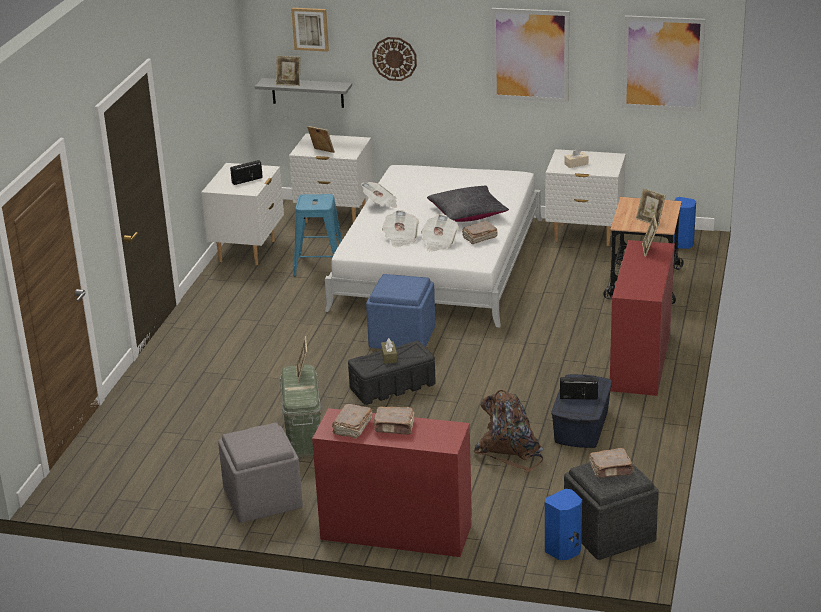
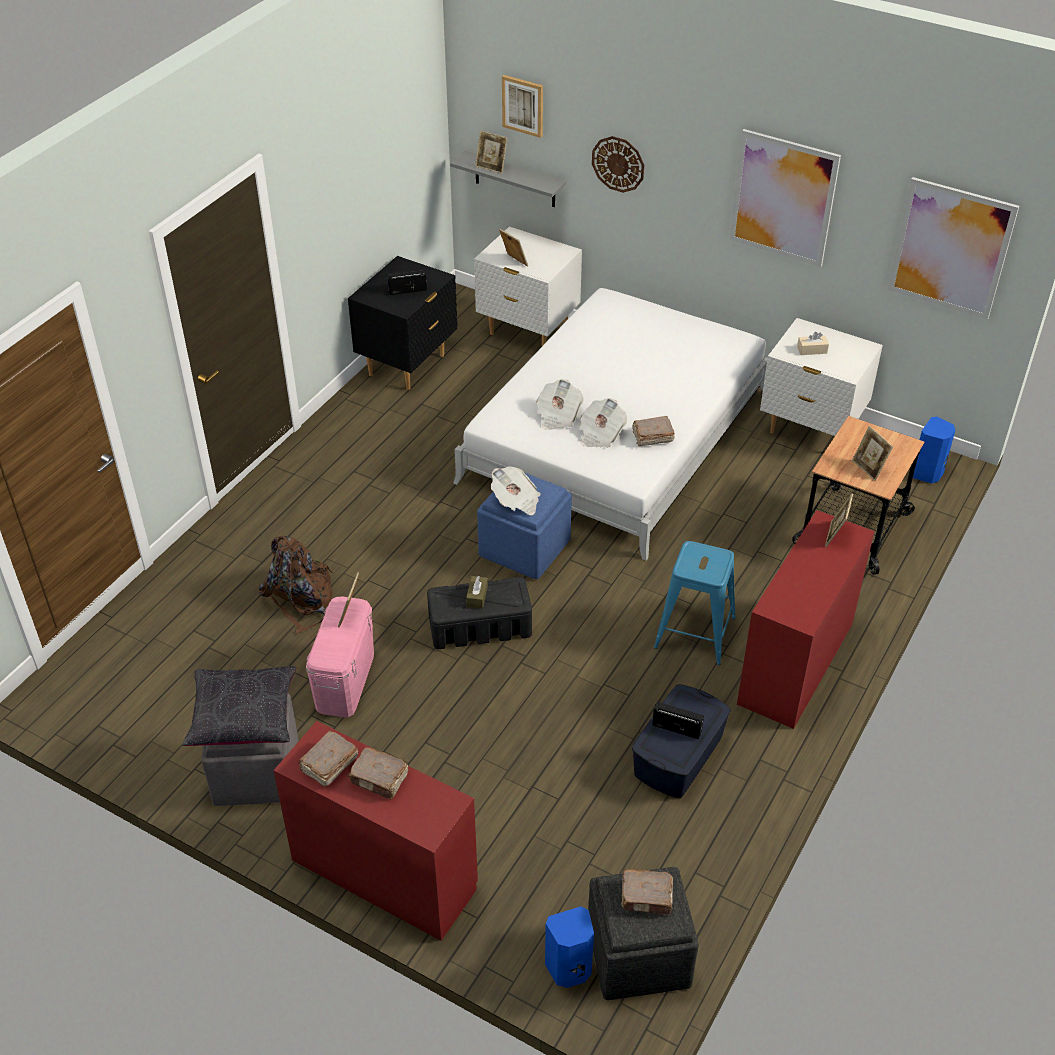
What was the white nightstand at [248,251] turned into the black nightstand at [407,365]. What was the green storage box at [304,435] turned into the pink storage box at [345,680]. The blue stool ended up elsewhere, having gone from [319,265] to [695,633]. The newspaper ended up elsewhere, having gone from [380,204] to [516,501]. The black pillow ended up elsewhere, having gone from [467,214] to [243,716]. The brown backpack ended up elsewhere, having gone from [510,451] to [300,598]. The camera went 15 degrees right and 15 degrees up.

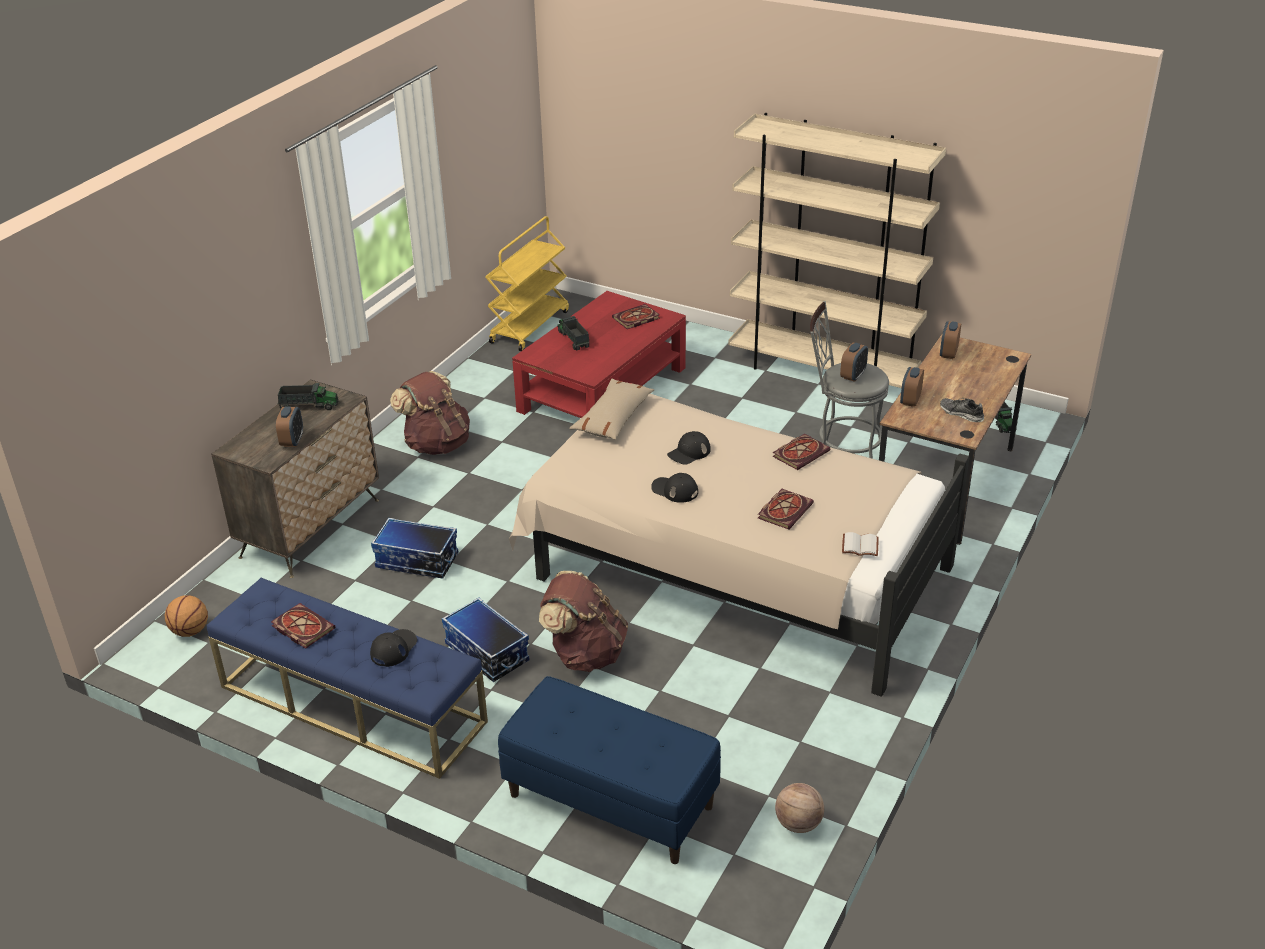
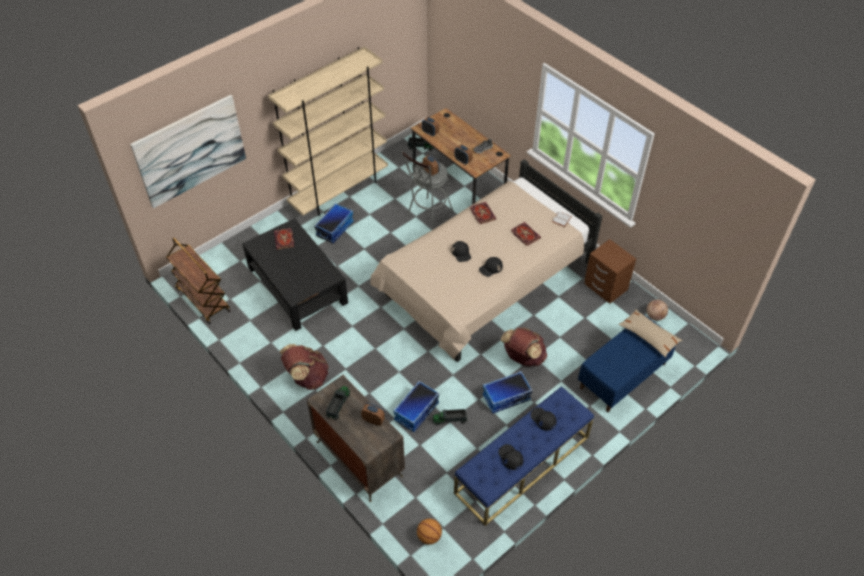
Where the book stood at [301,627], the black cap came to stand at [510,457]. What was the yellow cart at [529,326] turned into the brown cart at [202,300]. What was the red coffee table at [602,389] turned into the black coffee table at [297,285]. The toy truck ended up elsewhere, having gone from [573,339] to [450,420]. The beige pillow ended up elsewhere, having gone from [613,418] to [649,336]. The second view gained the picture at [190,151]. The second view gained the storage box at [334,228]. The second view gained the brown nightstand at [605,287]. The camera went 70 degrees left and 15 degrees up.

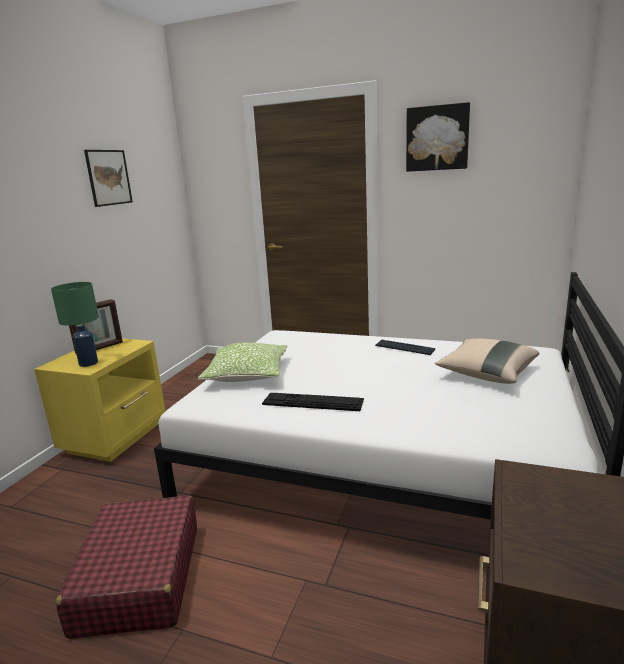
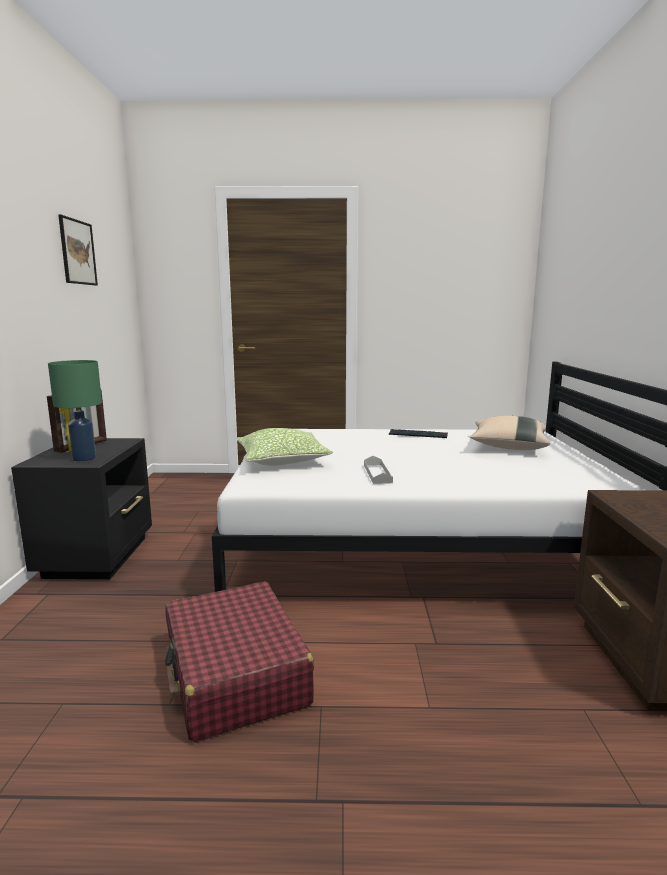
What was the yellow nightstand at [117,437] turned into the black nightstand at [99,556]. Where the keyboard stood at [313,401], the grey tray came to stand at [377,473]. The second view lost the picture at [437,138]. The camera went 20 degrees left and 5 degrees down.

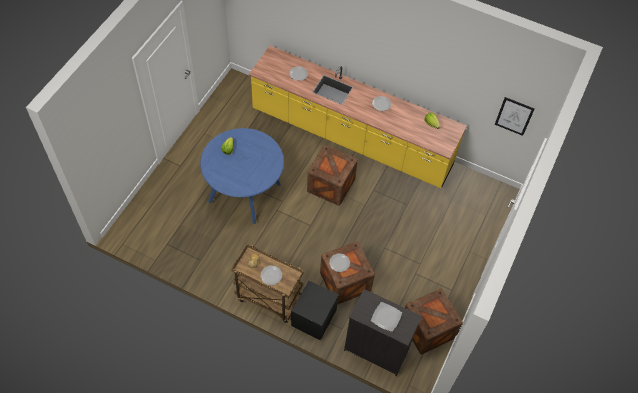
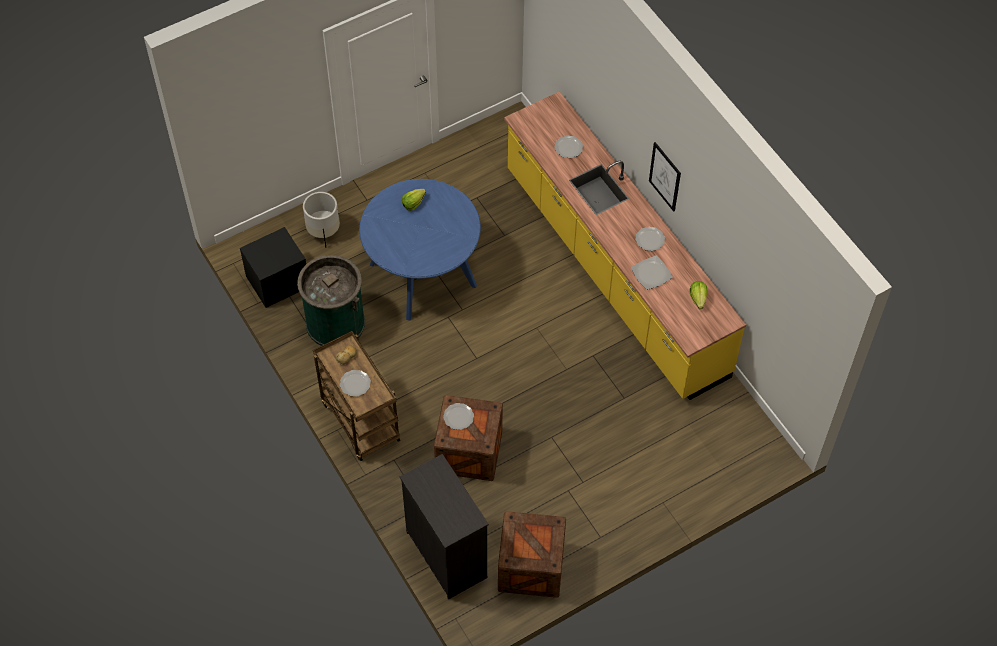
The black nightstand ended up elsewhere, having gone from [313,318] to [277,282]. The second view lost the crate at [331,185]. The plate ended up elsewhere, having gone from [386,317] to [651,274]. The picture ended up elsewhere, having gone from [514,116] to [665,176]. The second view gained the green trash can at [335,323]. The second view gained the white planter at [323,232]. The camera went 35 degrees right and 0 degrees up.

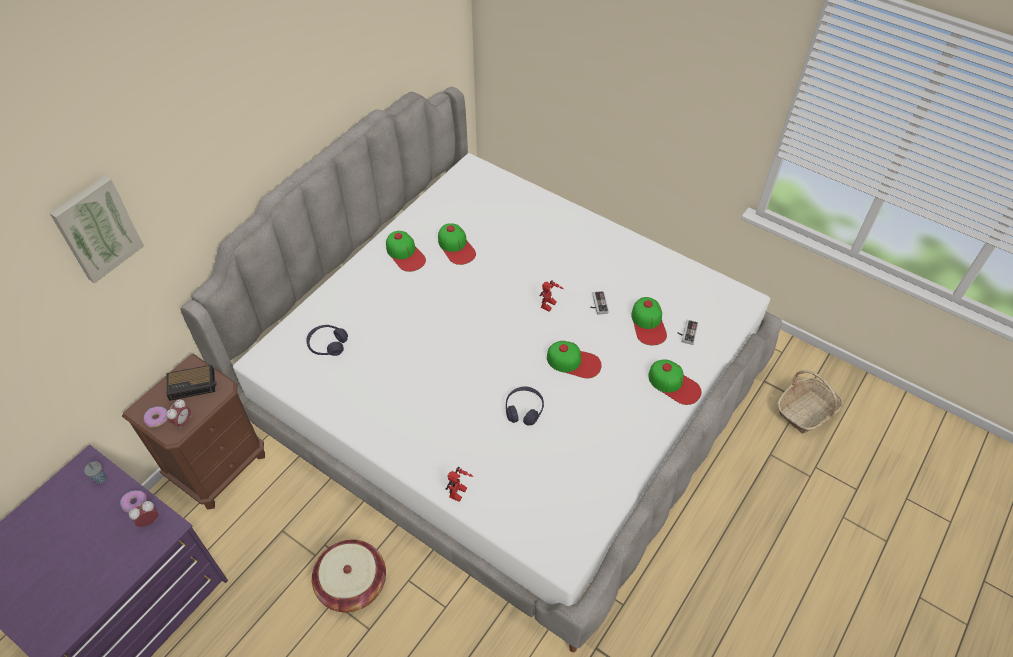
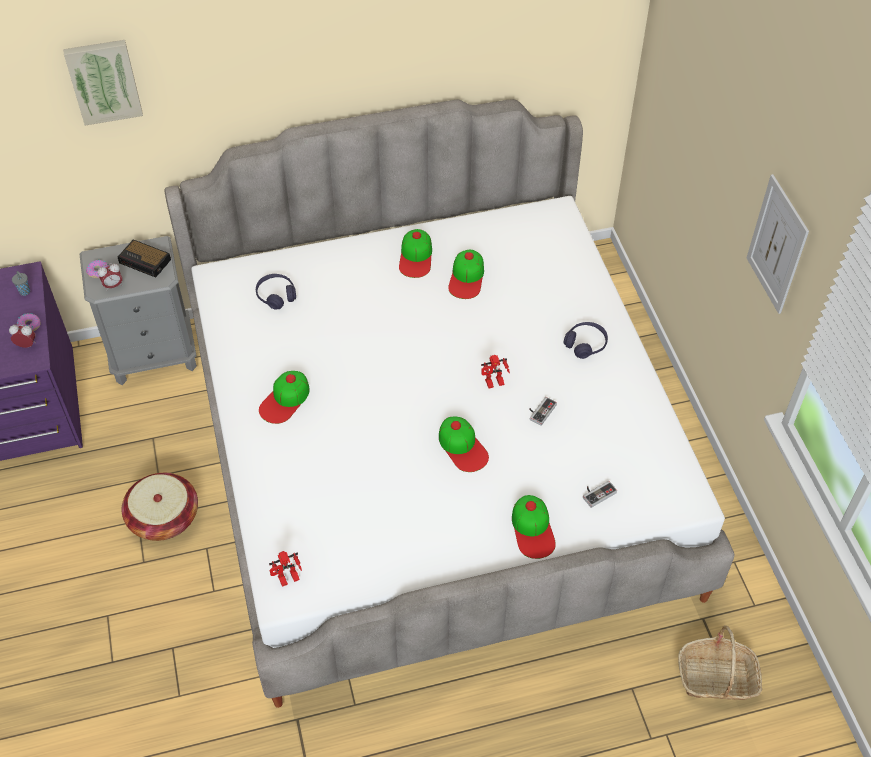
What was the brown nightstand at [220,467] turned into the grey nightstand at [154,355]. The toy robot ended up elsewhere, having gone from [459,494] to [288,580]. The purple headphones ended up elsewhere, having gone from [524,409] to [585,344]. The cap ended up elsewhere, having gone from [648,324] to [285,400]. The second view gained the picture at [777,245]. The camera went 40 degrees right and 0 degrees up.

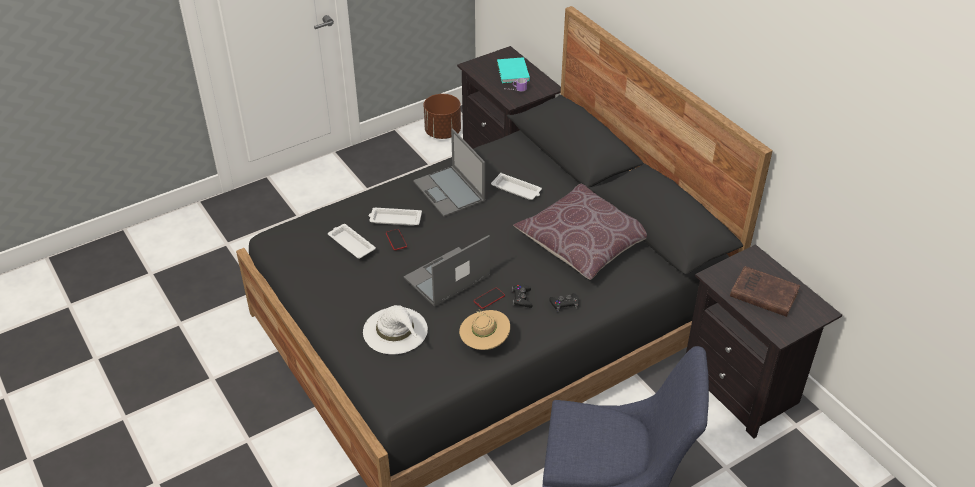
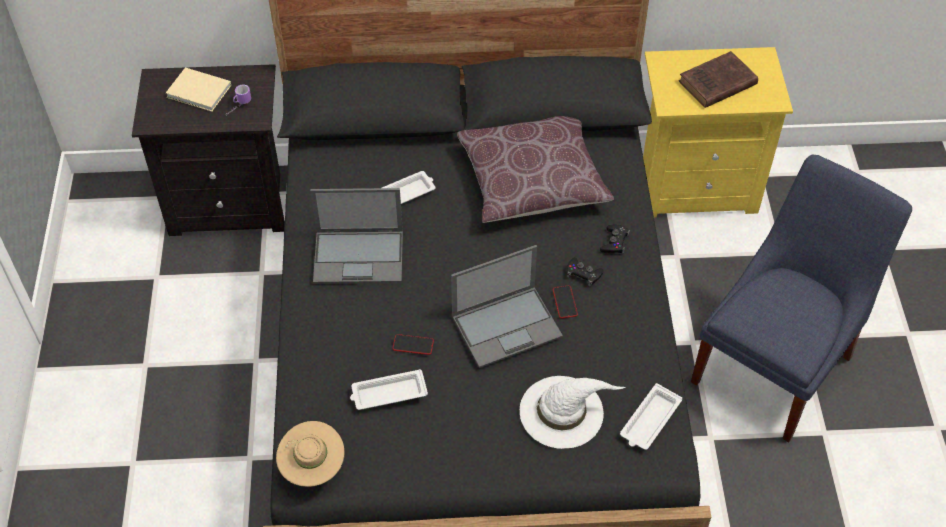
The white tray ended up elsewhere, having gone from [394,219] to [649,421]. The laptop at [446,277] ended up facing another way, 105 degrees counterclockwise from before. The second view lost the brown planter at [442,132]. The beige hat ended up elsewhere, having gone from [484,342] to [312,467]. What was the turquoise book at [512,72] turned into the beige book at [200,92]. What was the black nightstand at [744,388] turned into the yellow nightstand at [695,185]. The camera went 60 degrees left and 10 degrees up.

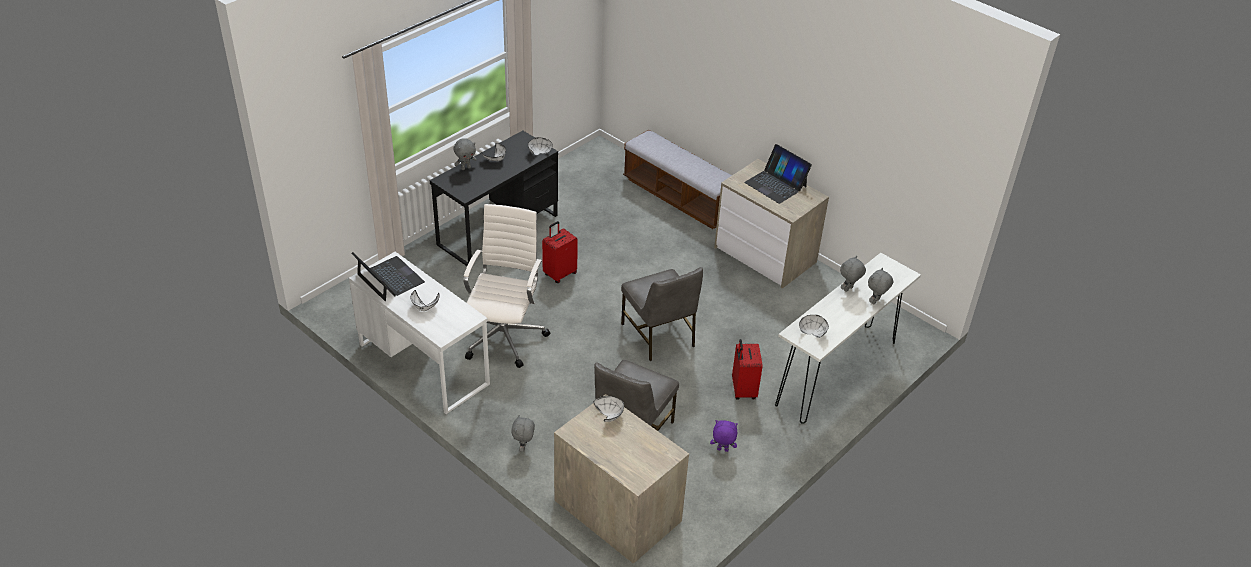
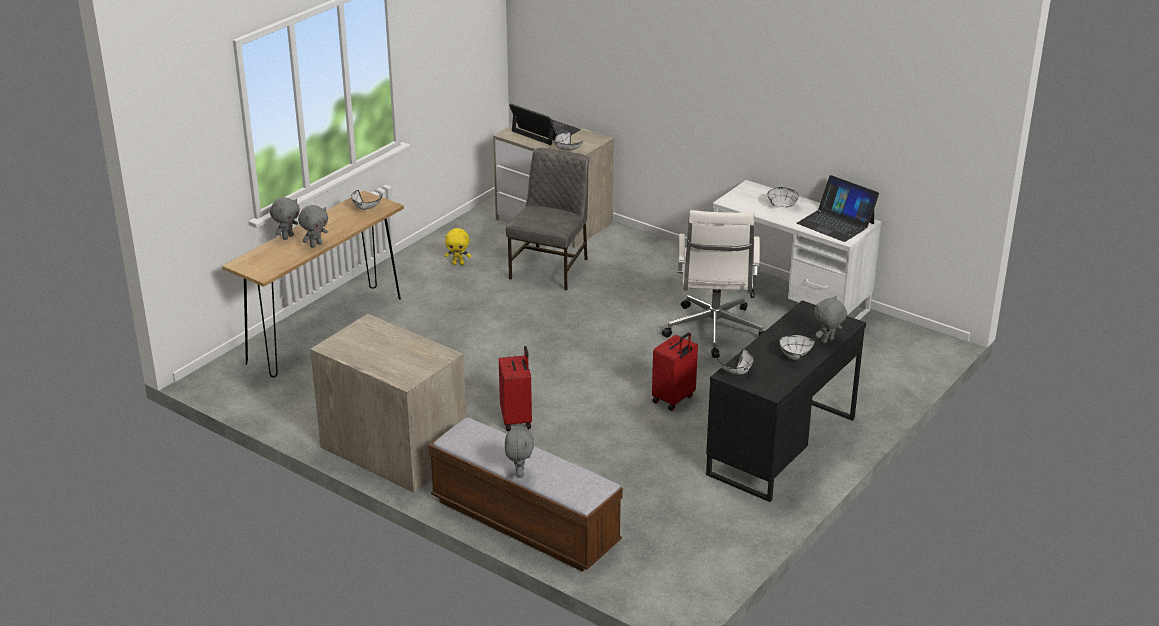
The grey plush toy ended up elsewhere, having gone from [524,447] to [519,473]. The second view lost the grey chair at [659,335]. What was the purple plush toy at [722,450] turned into the yellow plush toy at [458,263]. The red suitcase ended up elsewhere, having gone from [742,390] to [517,419]. The laptop ended up elsewhere, having gone from [776,184] to [545,131]. What was the white console table at [836,373] turned into the brown console table at [325,330]. The camera went 175 degrees right and 10 degrees down.

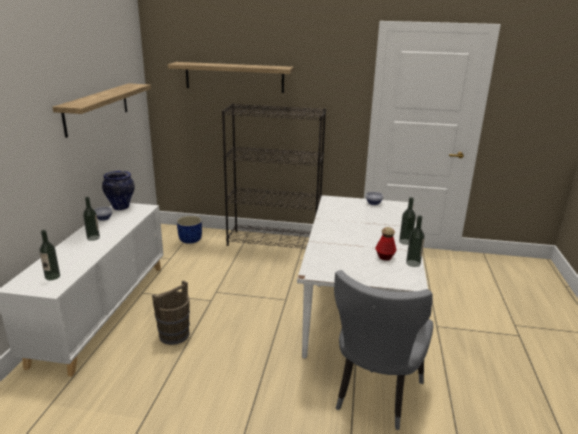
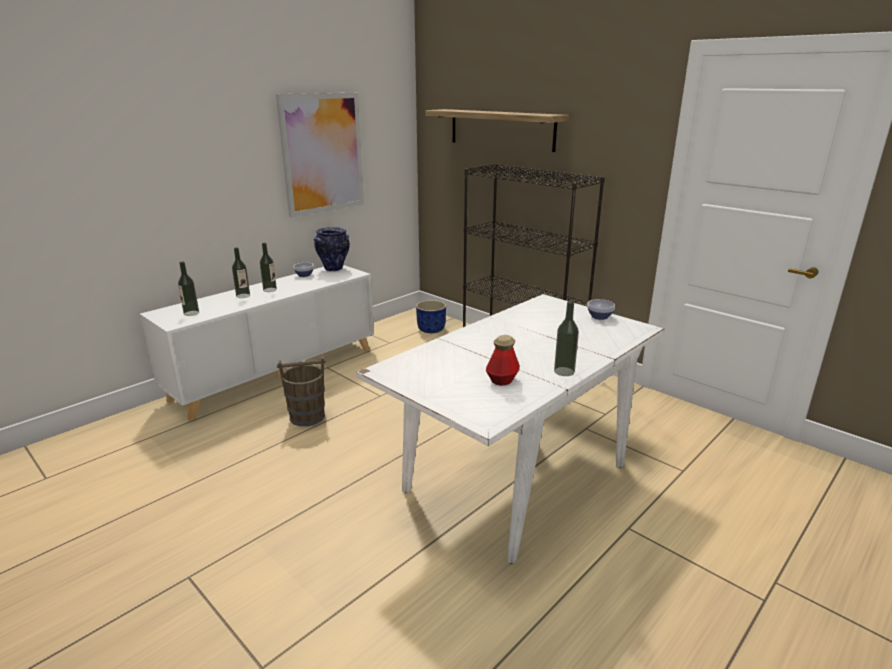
Where the shelf hung at [97,108], the picture came to hang at [322,153]. The second view lost the grey chair at [374,395]. The bottle ended up elsewhere, having gone from [413,263] to [243,296]. The camera went 35 degrees right and 0 degrees up.

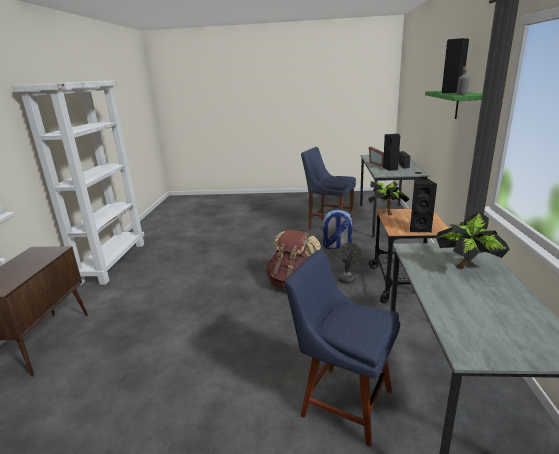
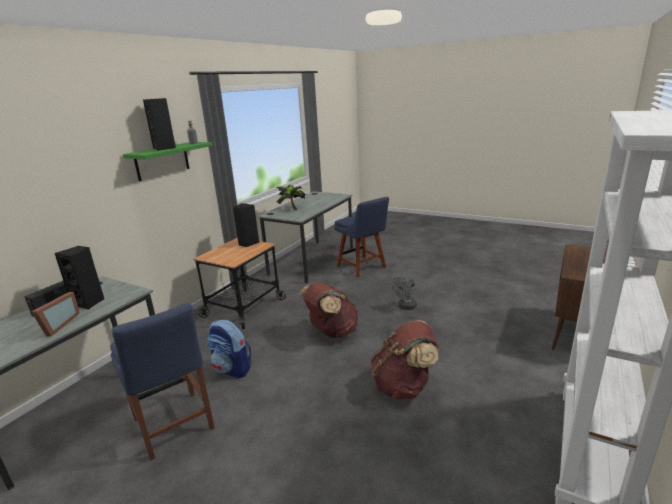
The grey fan ended up elsewhere, having gone from [348,277] to [405,307]. The second view lost the potted plant at [386,213]. The second view gained the brown backpack at [404,386]. The camera went 155 degrees left and 0 degrees up.

